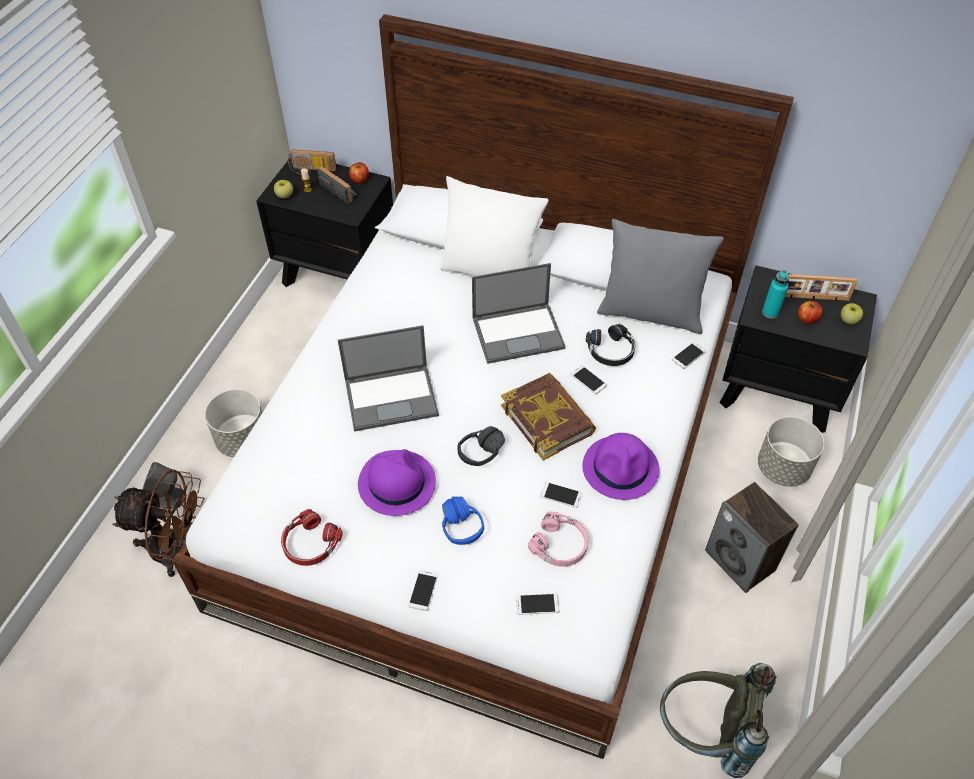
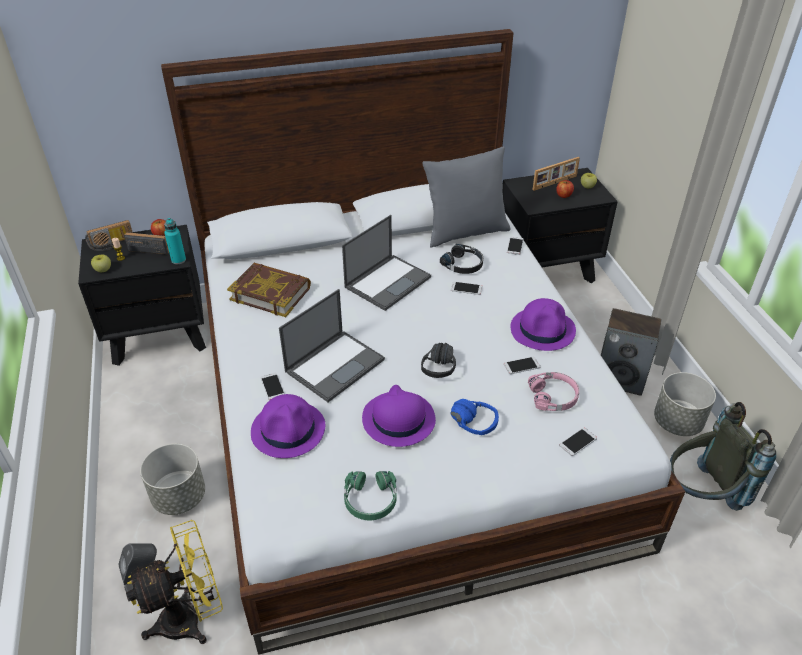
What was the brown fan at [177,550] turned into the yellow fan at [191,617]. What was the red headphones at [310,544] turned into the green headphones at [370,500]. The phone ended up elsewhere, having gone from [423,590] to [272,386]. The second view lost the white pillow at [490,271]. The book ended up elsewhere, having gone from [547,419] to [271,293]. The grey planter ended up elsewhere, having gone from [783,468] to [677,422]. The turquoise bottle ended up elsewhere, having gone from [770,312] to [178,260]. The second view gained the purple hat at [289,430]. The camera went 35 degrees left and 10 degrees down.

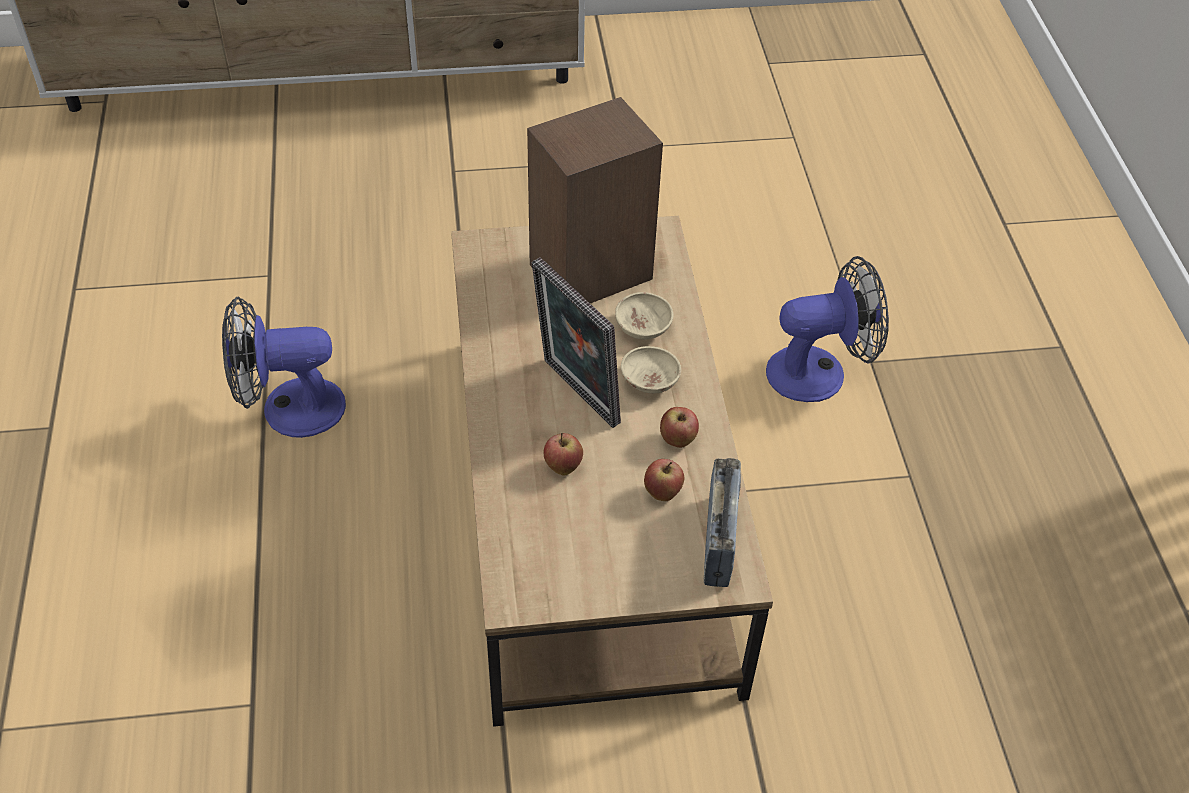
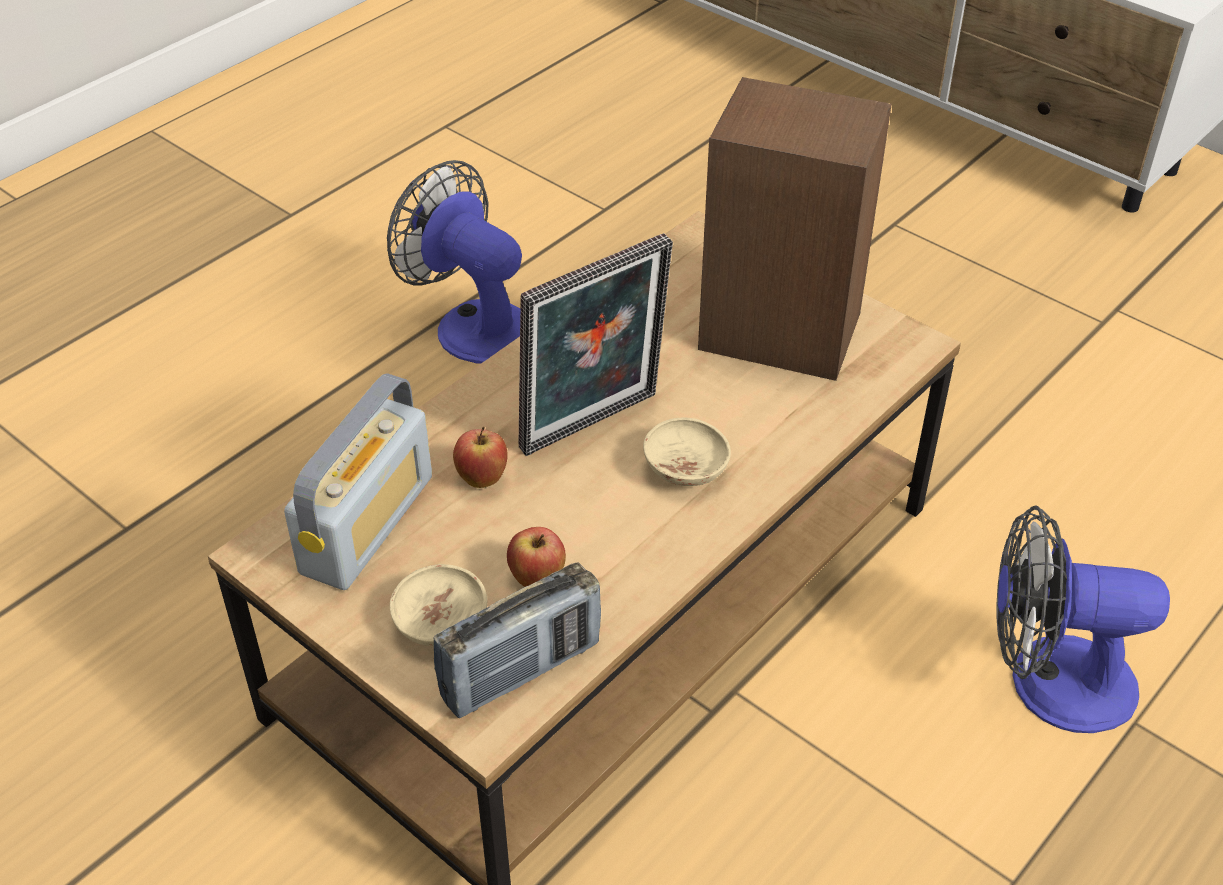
The picture frame at [576,395] ended up facing another way, 135 degrees counterclockwise from before. The beige bowl ended up elsewhere, having gone from [643,327] to [441,623]. The second view lost the apple at [677,440]. The fan at [819,371] ended up facing another way, 150 degrees clockwise from before. The second view gained the radio at [367,524]. The camera went 50 degrees right and 5 degrees down.

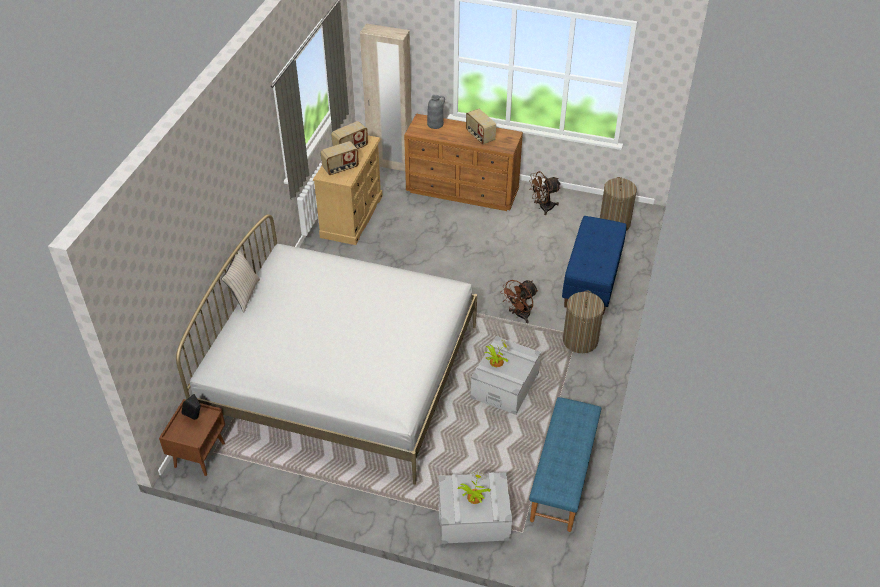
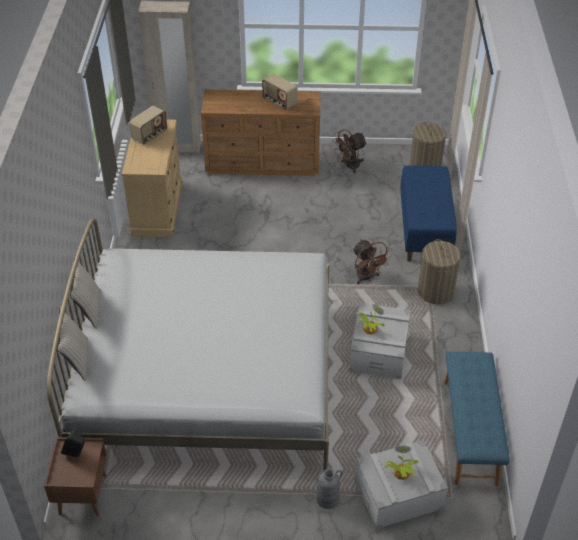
The second view lost the radio at [340,168]. The grey vase ended up elsewhere, having gone from [435,124] to [328,498]. The brown fan at [519,315] ended up facing another way, 60 degrees counterclockwise from before. The second view gained the beige pillow at [77,360]. The camera went 15 degrees left and 0 degrees up.

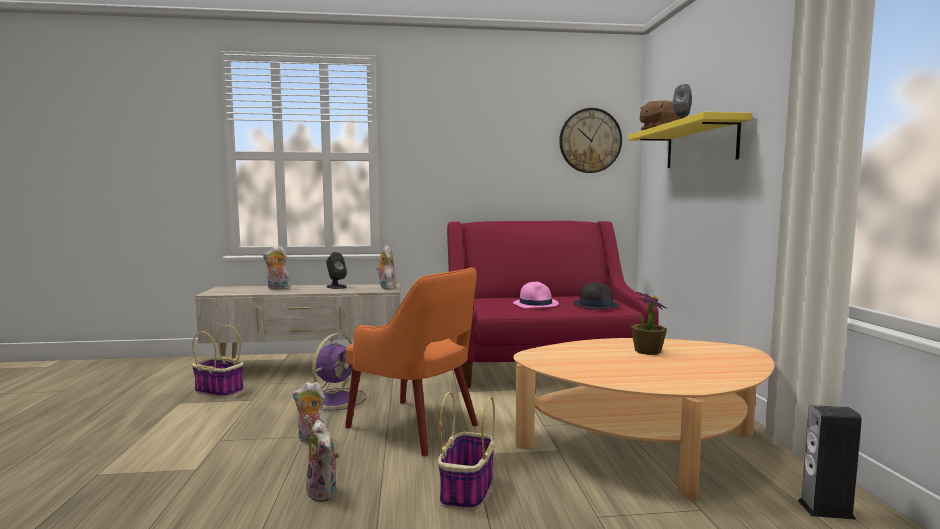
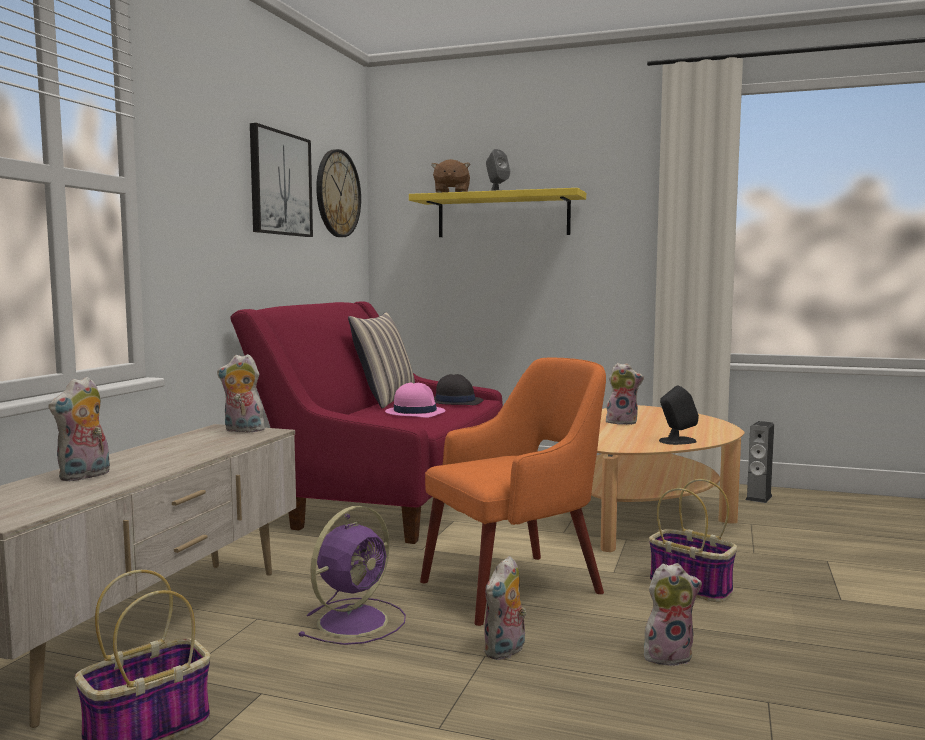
The purple fan at [337,399] ended up facing another way, 75 degrees clockwise from before. The black speaker ended up elsewhere, having gone from [336,287] to [677,441]. Where the potted plant stood at [647,351], the plush toy came to stand at [622,422]. The second view gained the picture at [280,183]. The second view gained the pillow at [385,400]. The camera went 65 degrees left and 0 degrees up.

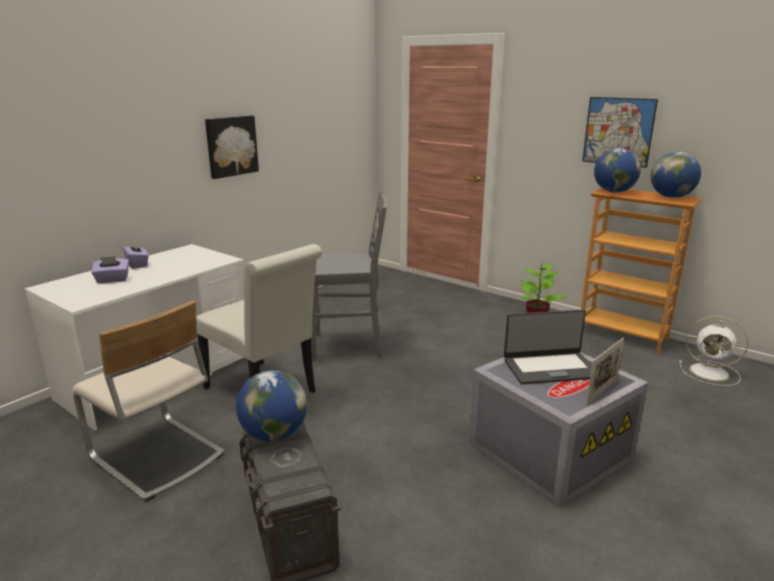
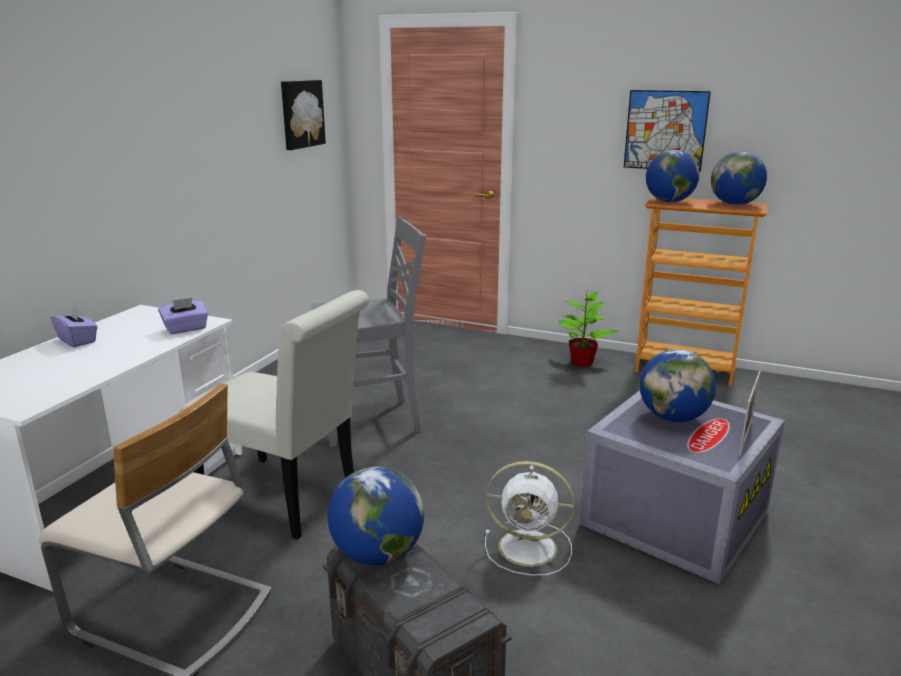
The purple tissue box ended up elsewhere, having gone from [112,280] to [186,329]. The picture ended up elsewhere, having gone from [231,146] to [301,114]. Where the laptop stood at [550,368], the globe came to stand at [672,417]. The white fan ended up elsewhere, having gone from [711,372] to [530,548]. The camera went 15 degrees left and 0 degrees up.

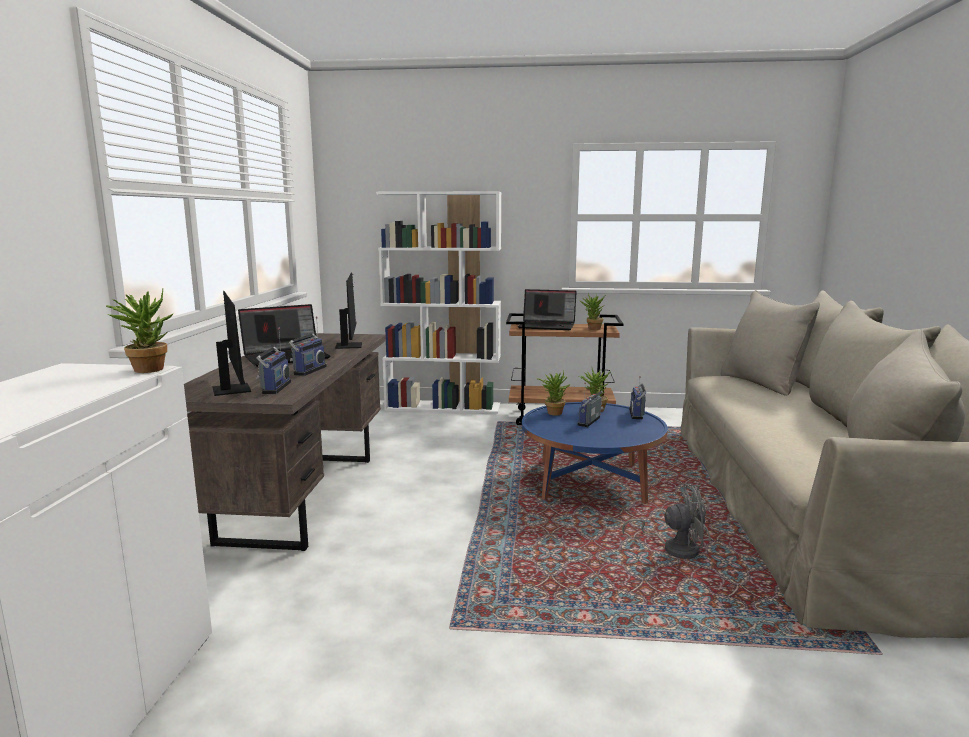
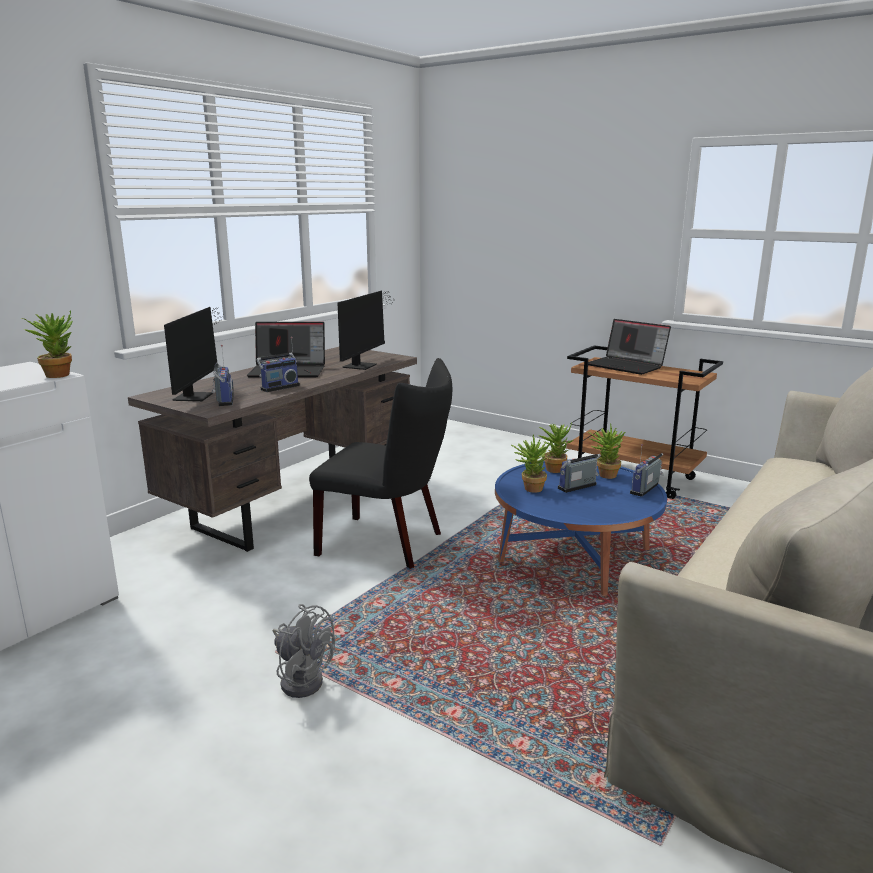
The radio at [274,388] ended up facing another way, 45 degrees counterclockwise from before. The second view lost the white bookcase at [444,407]. The potted plant ended up elsewhere, having gone from [591,329] to [529,488]. The grey fan ended up elsewhere, having gone from [674,548] to [302,678]. The second view gained the black chair at [388,544]. The camera went 30 degrees right and 5 degrees up.

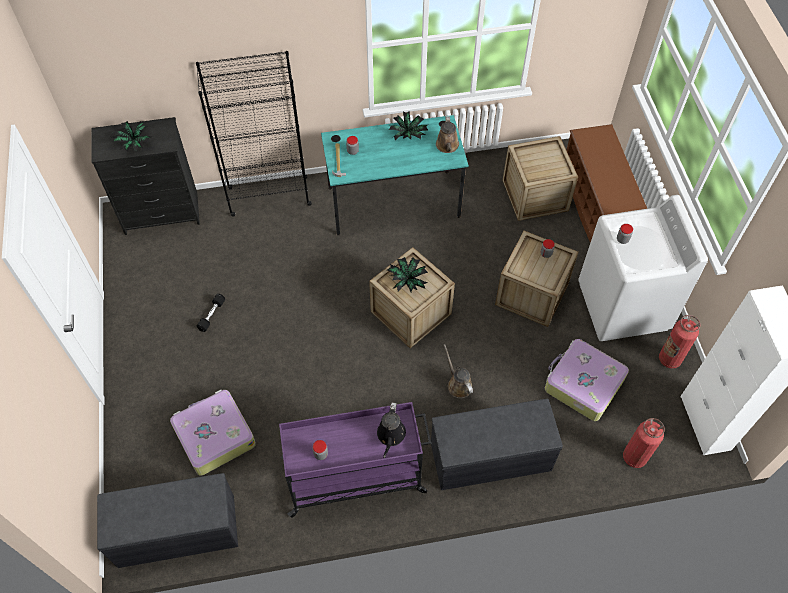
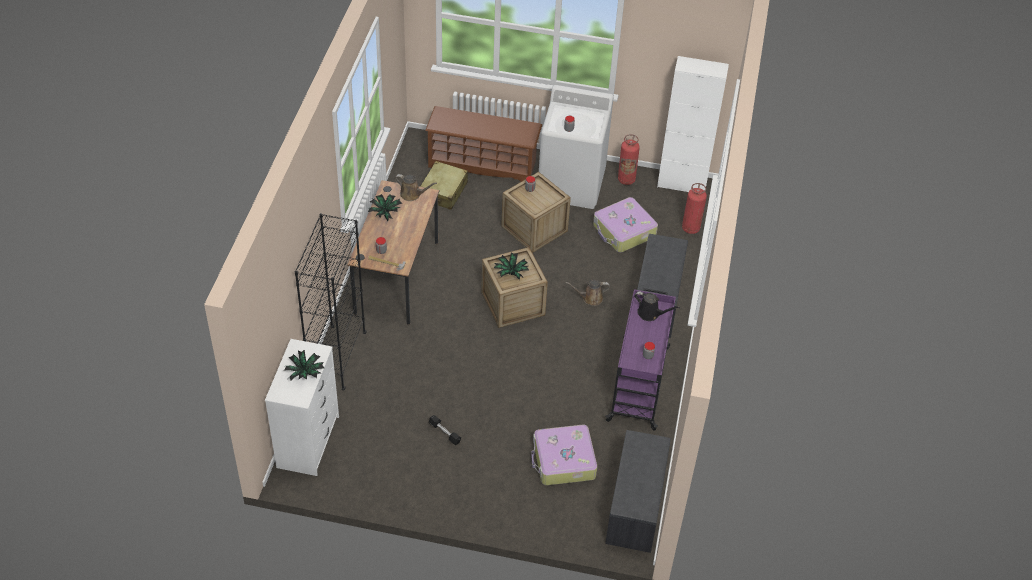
What was the black dresser at [161,214] turned into the white dresser at [308,442]. What was the turquoise desk at [393,202] turned into the brown desk at [396,277]. Where the crate stood at [535,195], the beige suitcase came to stand at [443,191]. The camera went 70 degrees left and 10 degrees down.

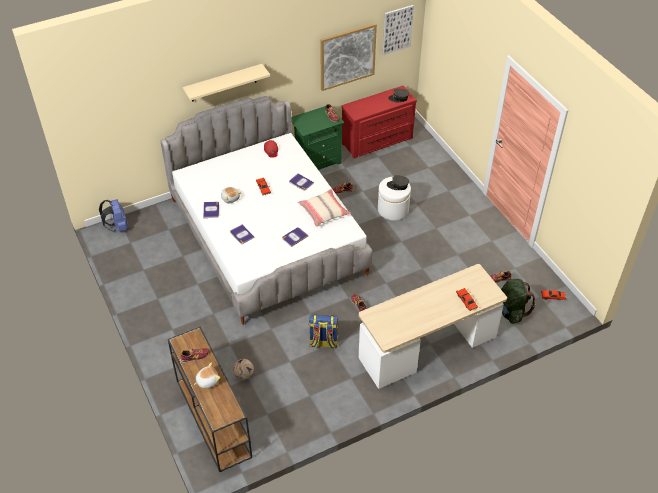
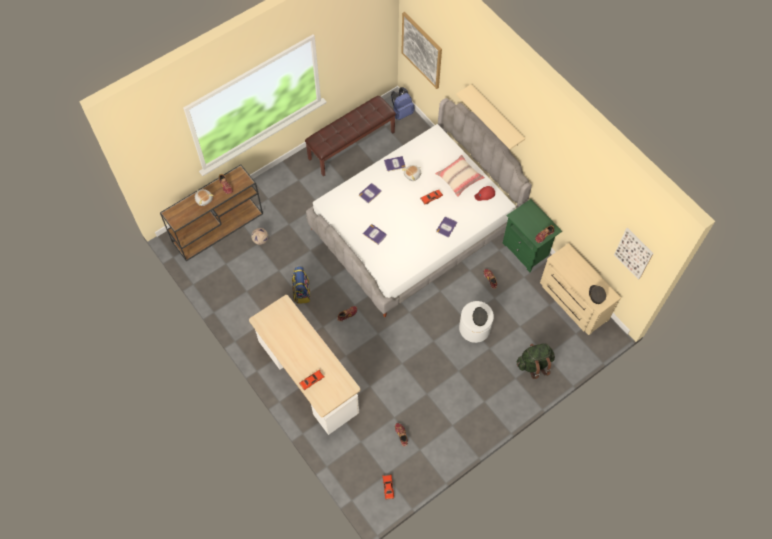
The beige pillow ended up elsewhere, having gone from [324,212] to [459,178]. The picture ended up elsewhere, having gone from [347,56] to [422,50]. What was the red dresser at [378,141] turned into the beige dresser at [572,302]. The green backpack ended up elsewhere, having gone from [511,311] to [534,364]. The second view gained the brown bench at [351,145]. The camera went 80 degrees right and 15 degrees up.

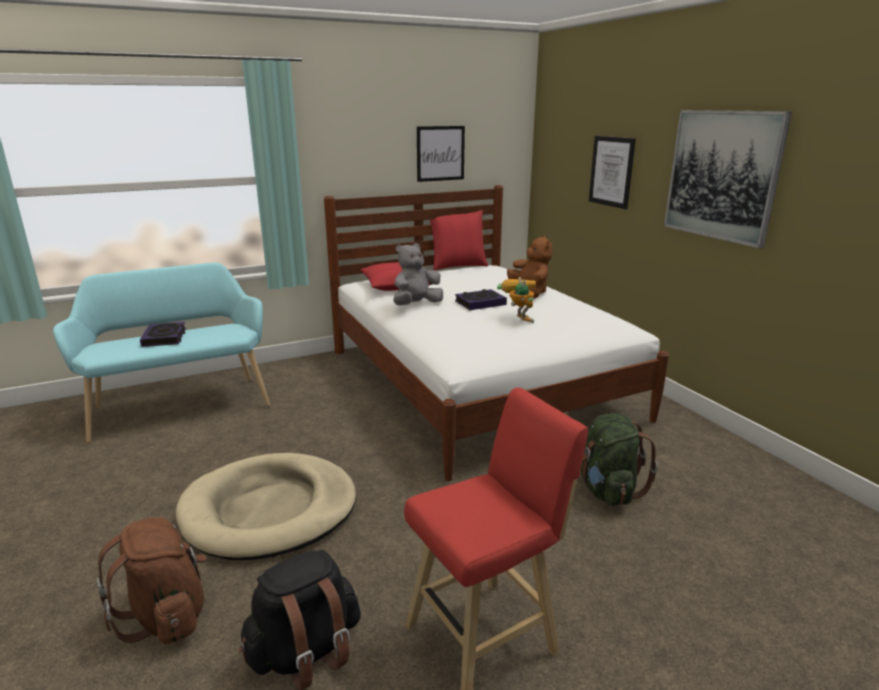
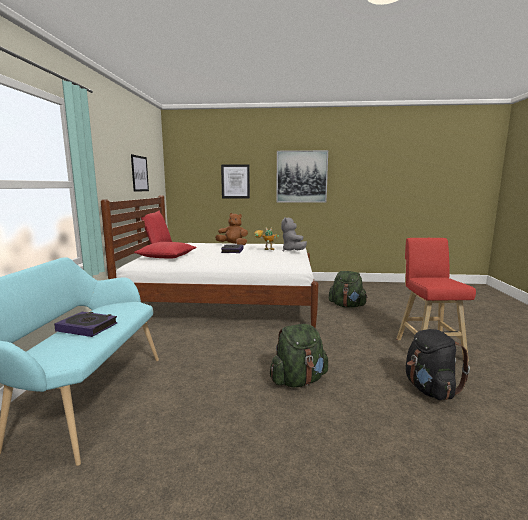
The second view lost the brown backpack at [167,615]. Where the beige dog bed stood at [270,510], the green backpack came to stand at [298,381]. The grey plush toy ended up elsewhere, having gone from [416,305] to [293,251]. The camera went 60 degrees left and 10 degrees down.

